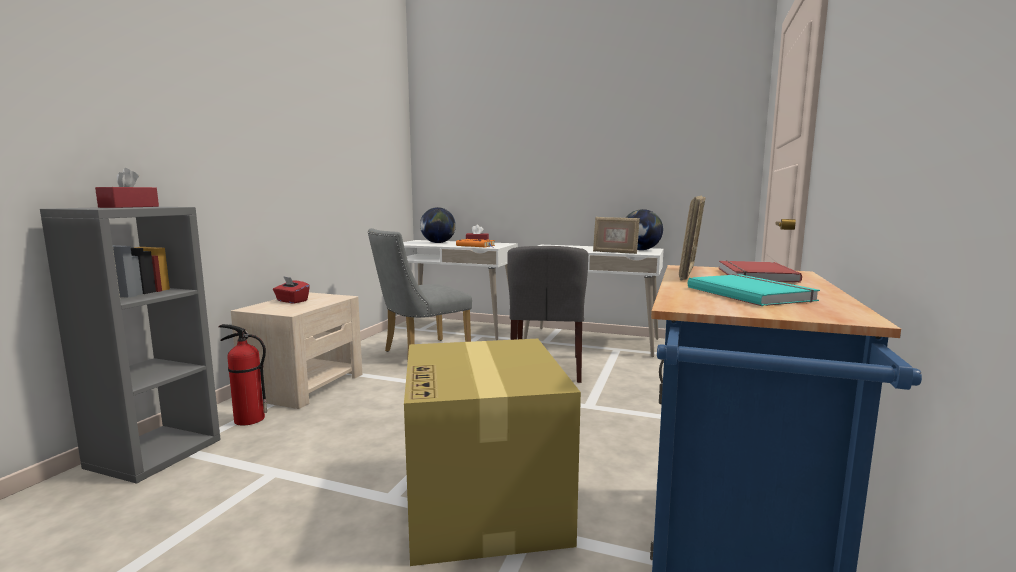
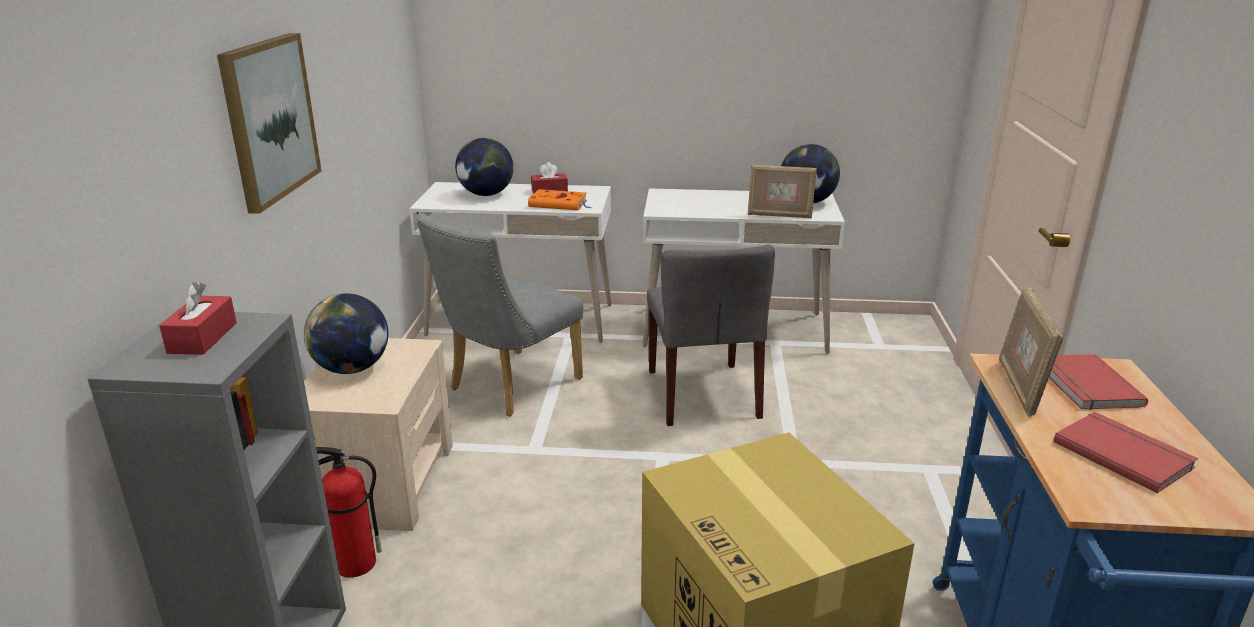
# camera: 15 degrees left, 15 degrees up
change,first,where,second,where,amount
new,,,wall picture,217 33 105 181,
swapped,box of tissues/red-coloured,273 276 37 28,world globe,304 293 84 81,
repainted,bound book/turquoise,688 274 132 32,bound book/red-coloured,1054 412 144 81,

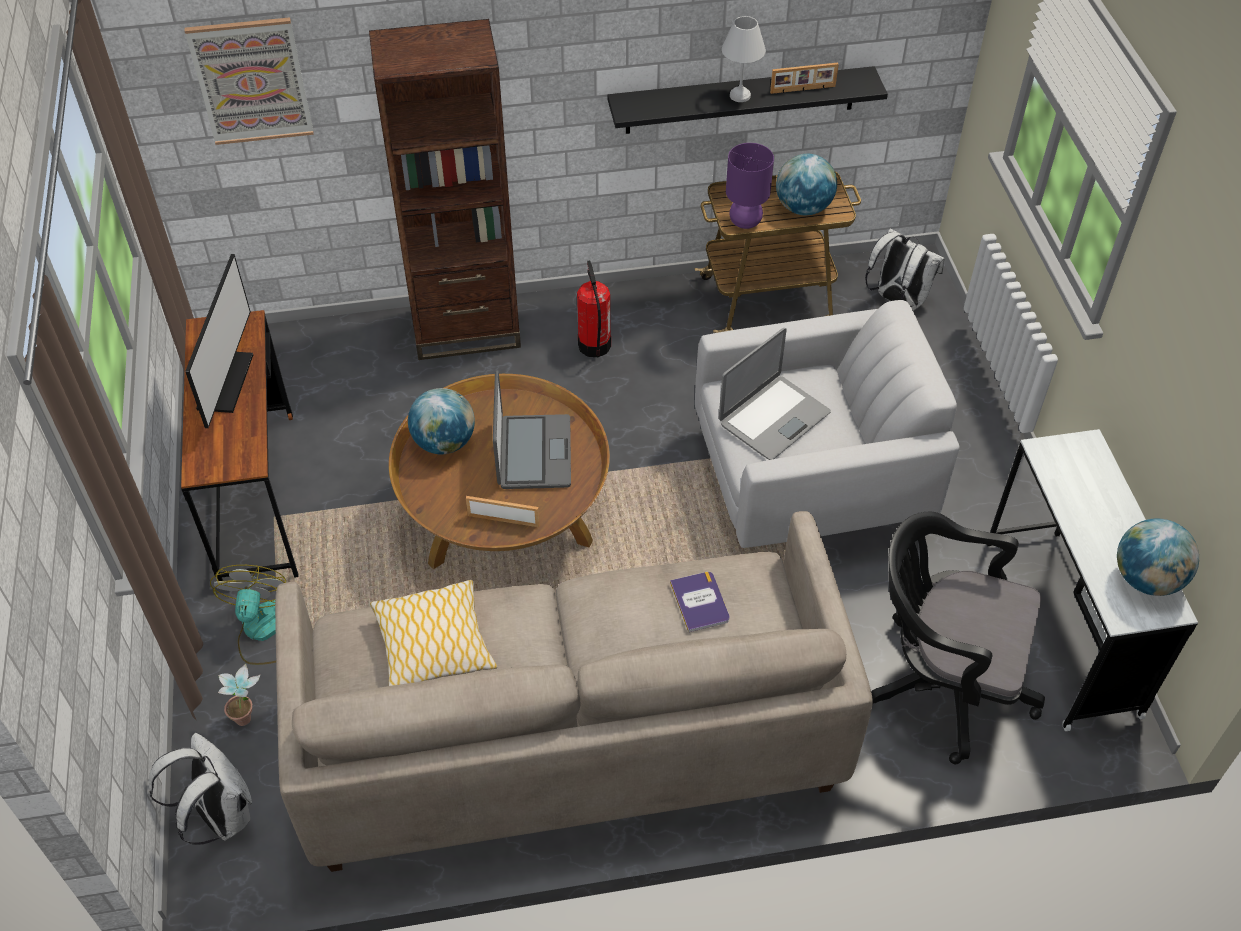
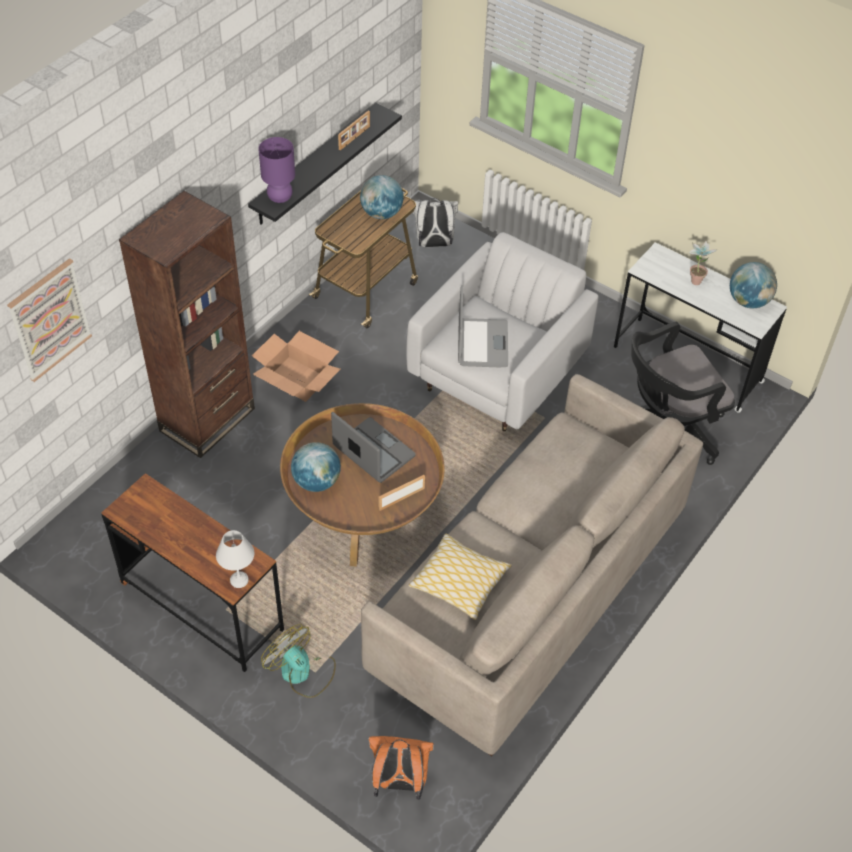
# camera: 45 degrees left, 0 degrees up
change,first,where,second,where,amount
shifted,tabletop lamp/whitish,722 16 44 86,,216 530 38 58,
swapped,extinguisher,577 260 34 97,cardboard box,252 331 88 71,
shifted,tabletop lamp/purple,726 143 48 86,,258 137 37 66,
repainted,backpack/whitish,149 733 103 112,backpack/orange-coloured,368 736 66 64,
shifted,houseplant,218 663 42 63,,689 241 29 44,
gone,monitor,185 254 68 174,,,
gone,bound book,670 572 59 60,,,

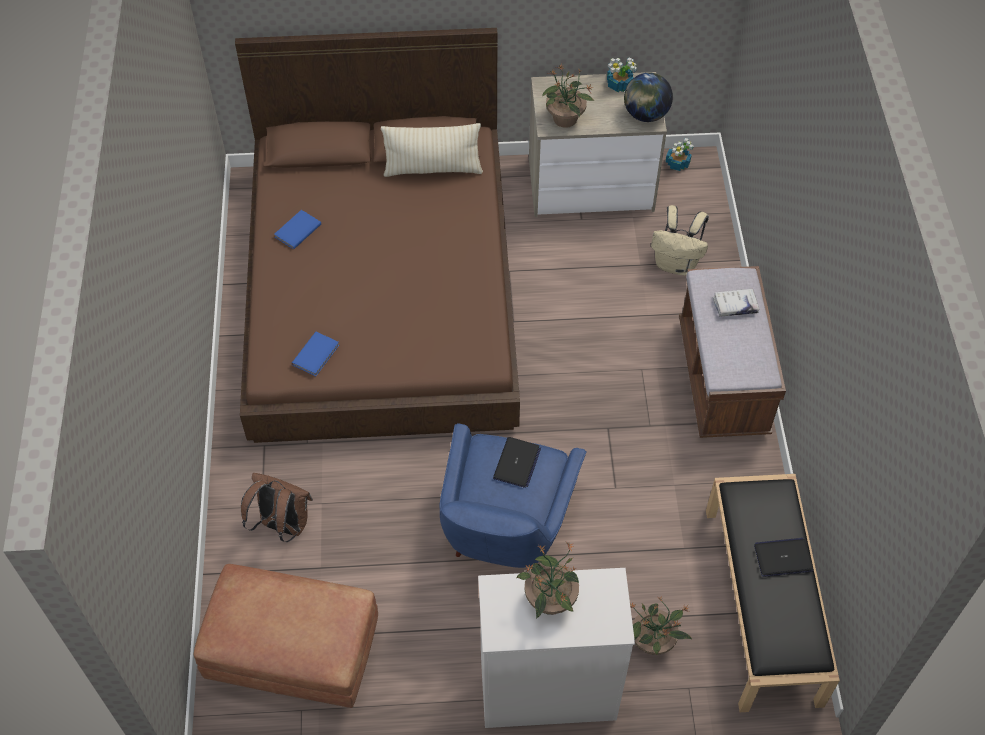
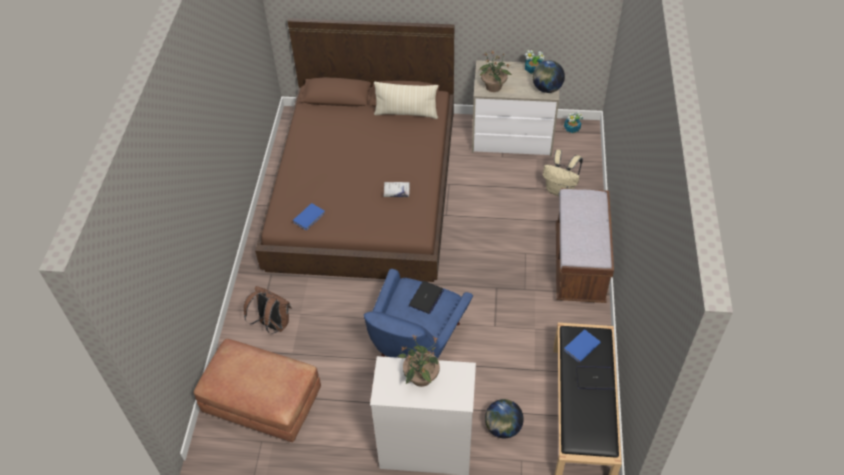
# camera: 10 degrees right, 5 degrees down
change,first,where,second,where,amount
shifted,bound book/whitish,713 289 46 28,,383 182 27 15,
swapped,houseplant,630 597 62 58,world globe,485 399 39 39,
shifted,bound book/blue,274 210 47 39,,564 329 37 34,

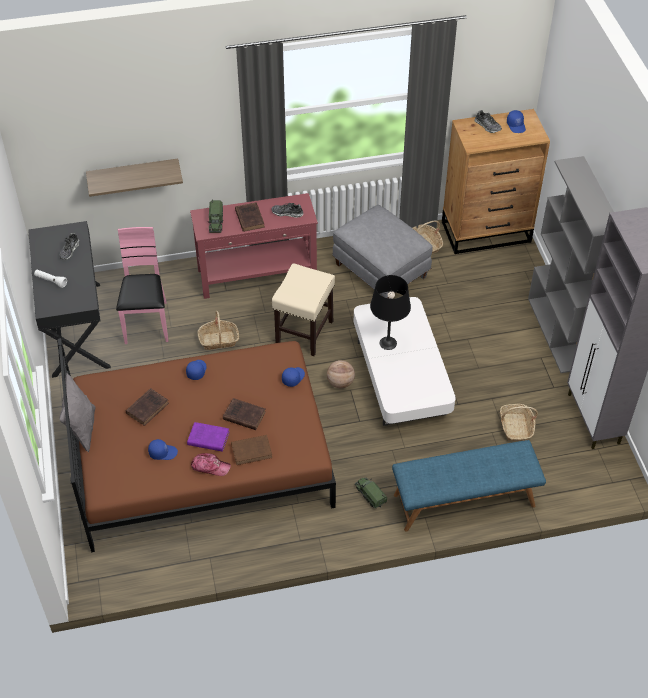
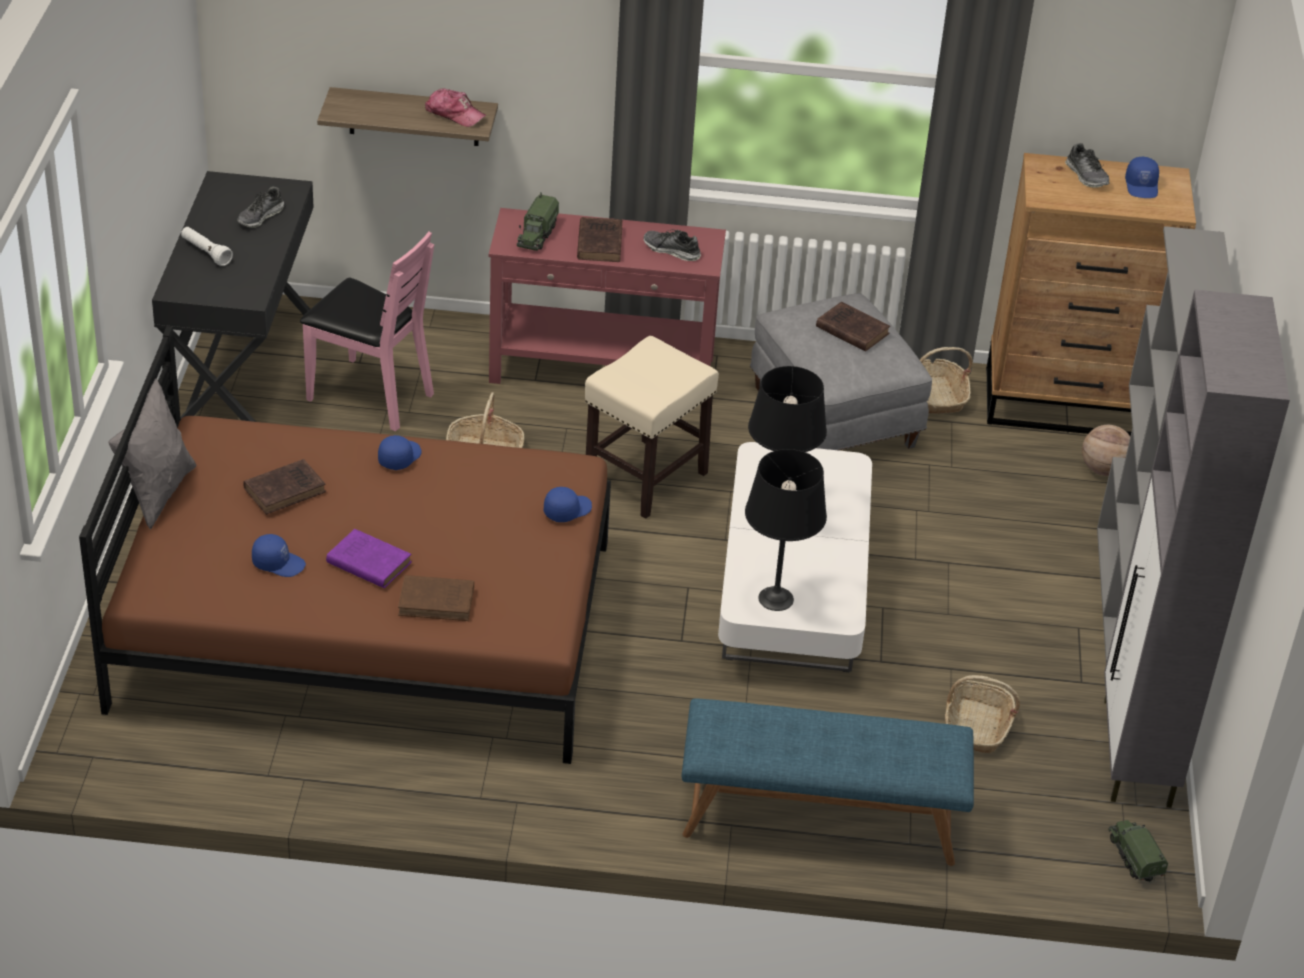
# camera: 15 degrees right, 10 degrees down
change,first,where,second,where,amount
rotated,chair/pink,116 227 52 117,,300 232 134 199,105 degrees clockwise
shifted,peaked cap,191 453 40 23,,425 89 61 38,
new,,,tabletop lamp/black-coloured,745 449 82 162,
shifted,bound book/brownish,223 398 43 32,,816 302 74 50,
shifted,basketball ball,327 360 28 28,,1082 425 48 51,
shifted,model truck,355 478 32 30,,1108 820 60 63,

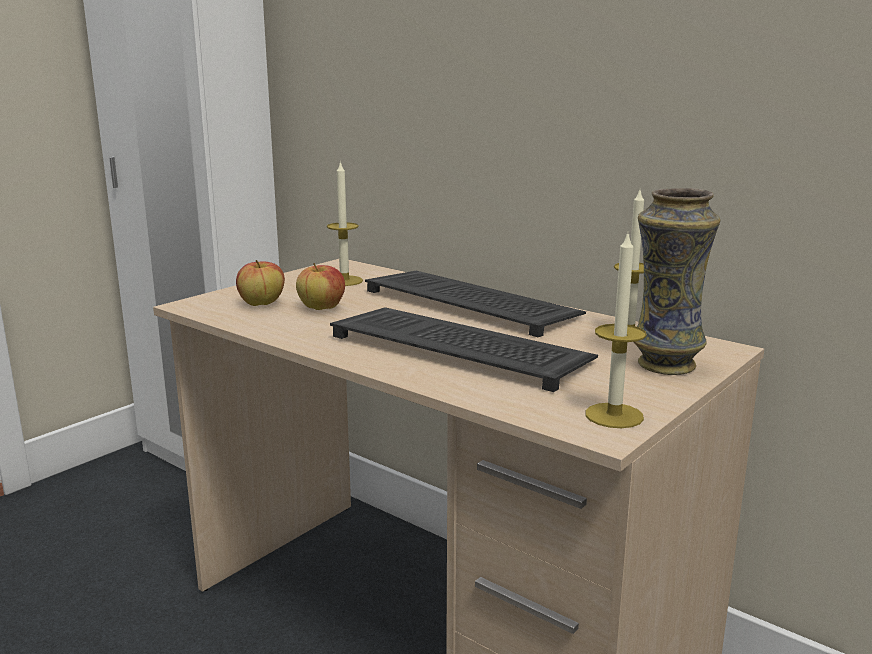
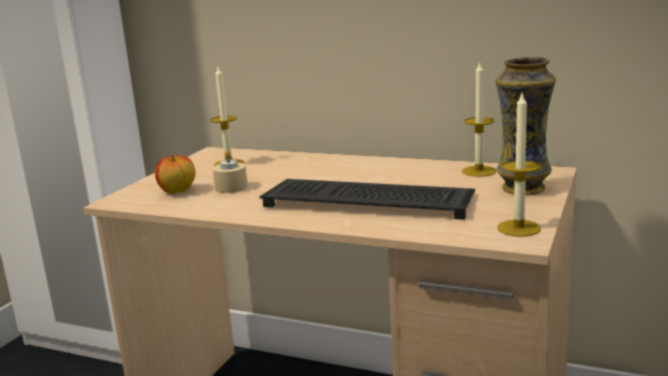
# camera: 15 degrees left, 0 degrees up
change,first,where,second,where,amount
swapped,apple fruit,296 263 49 47,wax candle/beige-coloured,213 150 35 43,
gone,PC keyboard,365 271 221 66,,,

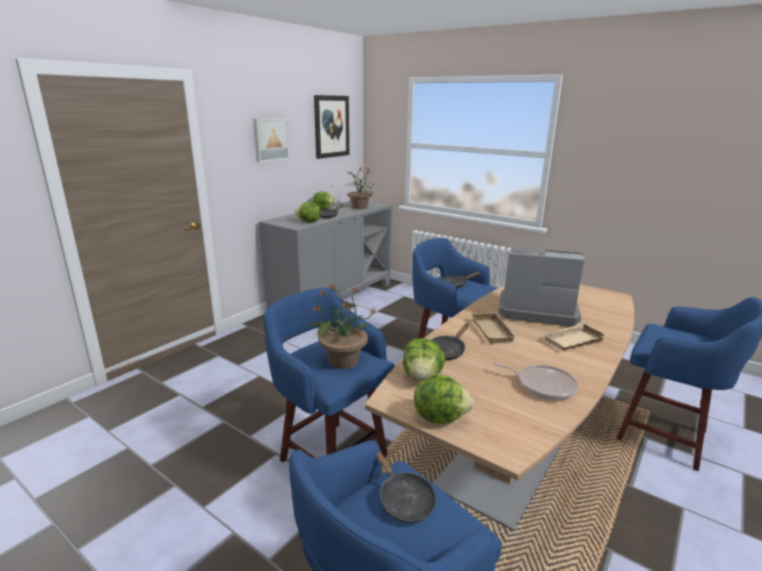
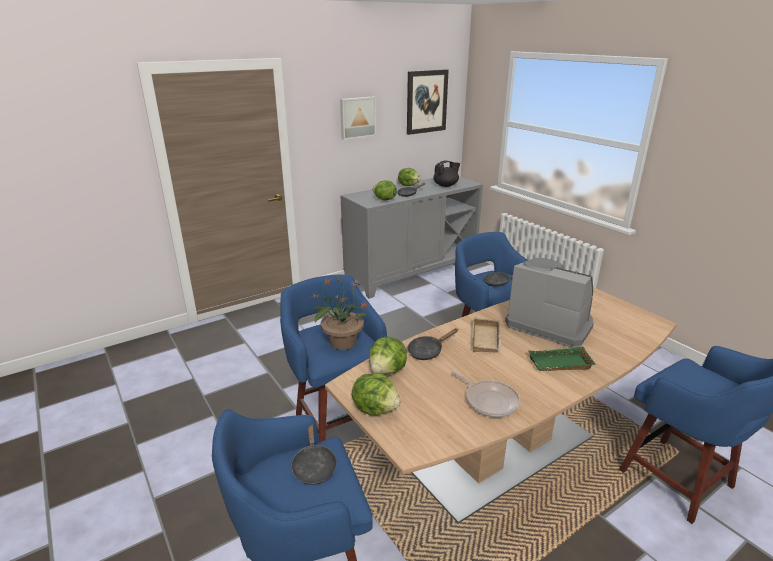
# camera: 20 degrees right, 5 degrees up
change,first,where,second,where,amount
swapped,houseplant,345 167 27 42,teapot/black-coloured,433 161 27 26,
repainted,serving tray/beige-coloured,543 322 64 28,serving tray/greenish,529 346 66 25,

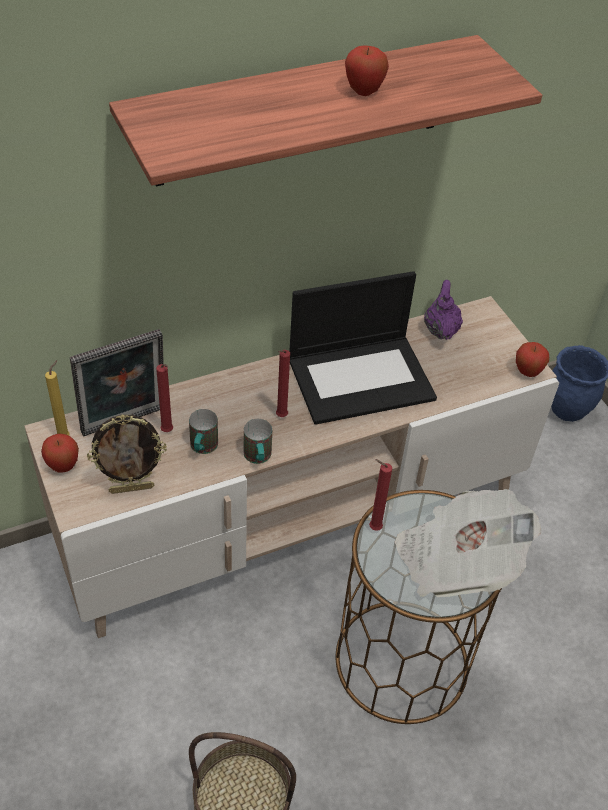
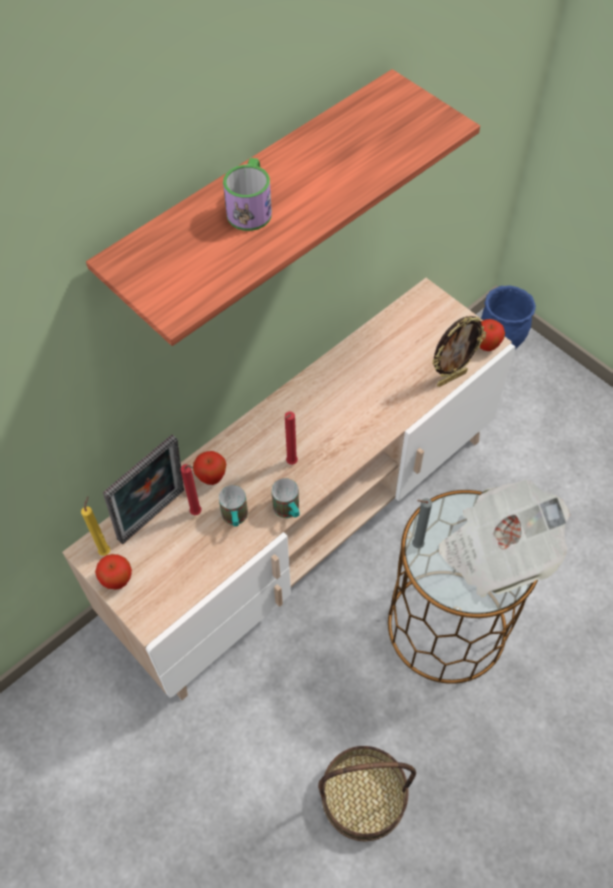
# camera: 15 degrees left, 10 degrees up
change,first,where,second,where,amount
shifted,apple fruit,345 45 44 51,,193 451 33 34,
new,,,coffee mug,223 158 49 73,
repainted,wax candle/red-coloured,369 459 23 72,wax candle/grey,412 498 20 50,
shifted,standing frame,87 414 80 80,,432 316 54 71,
gone,notebook computer,289 271 148 154,,,
gone,teapot/purple,424 280 39 60,,,

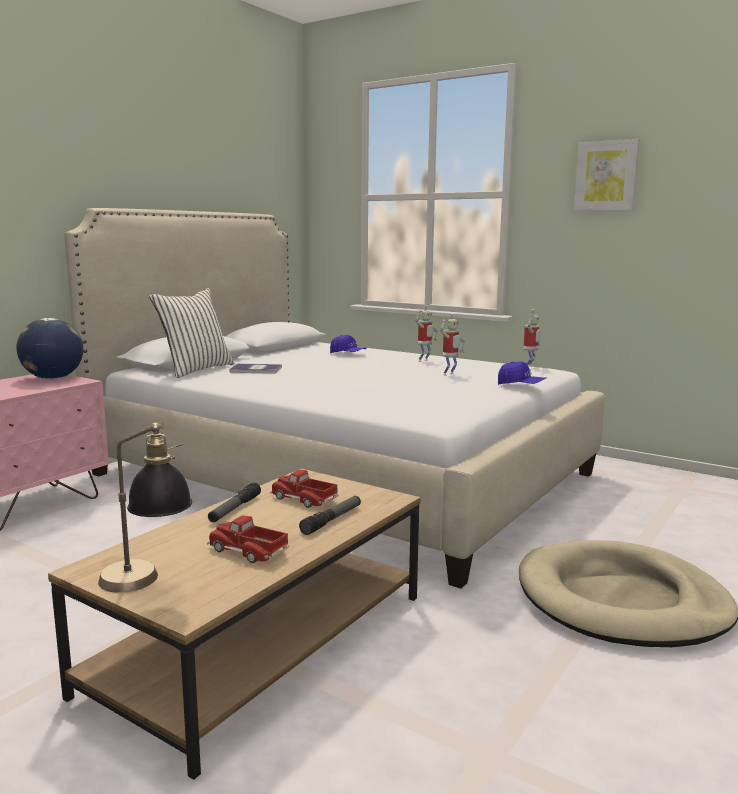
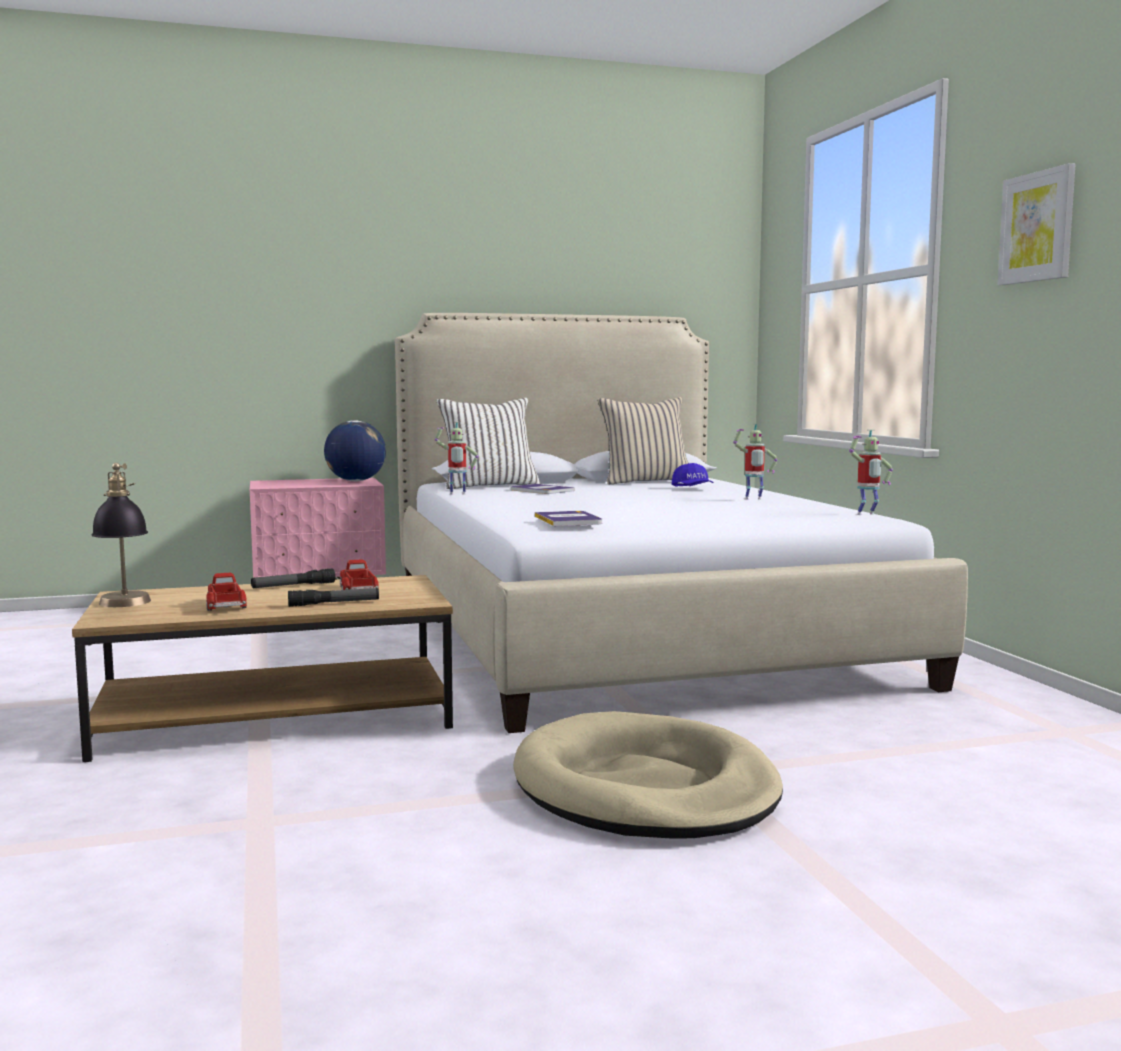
# camera: 40 degrees right, 5 degrees down
change,first,where,second,where,amount
shifted,model robot,440 314 25 62,,435 422 44 73,
new,,,bound book,535 511 67 15,
new,,,throw pillow/beige-coloured,597 397 92 87,
gone,peaked cap/blue,498 361 48 24,,,

